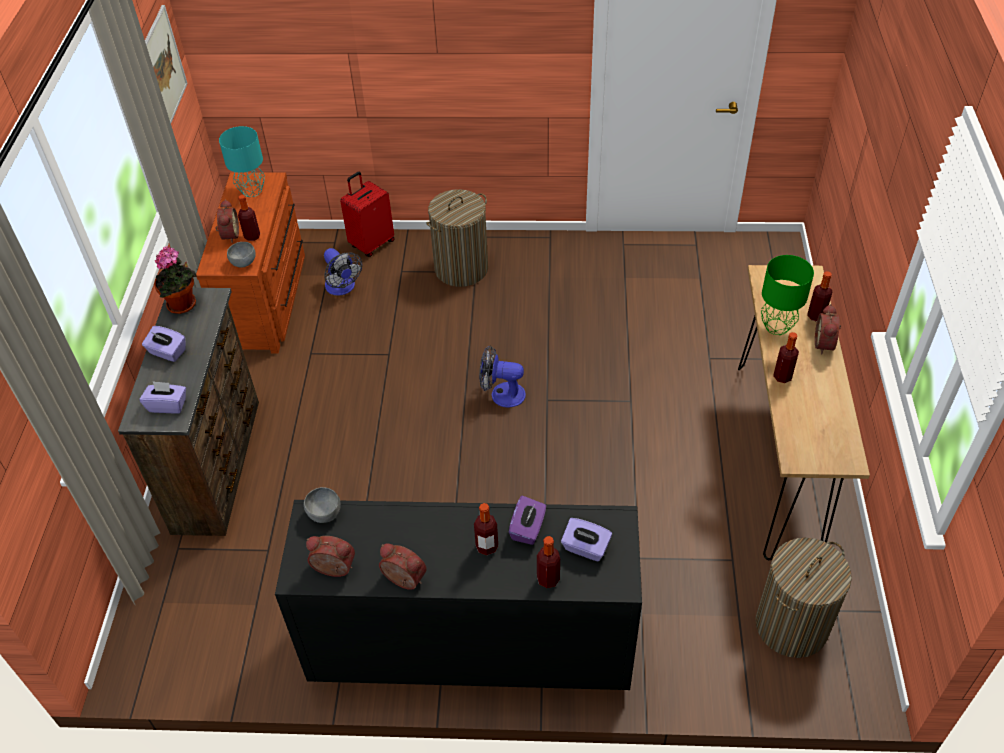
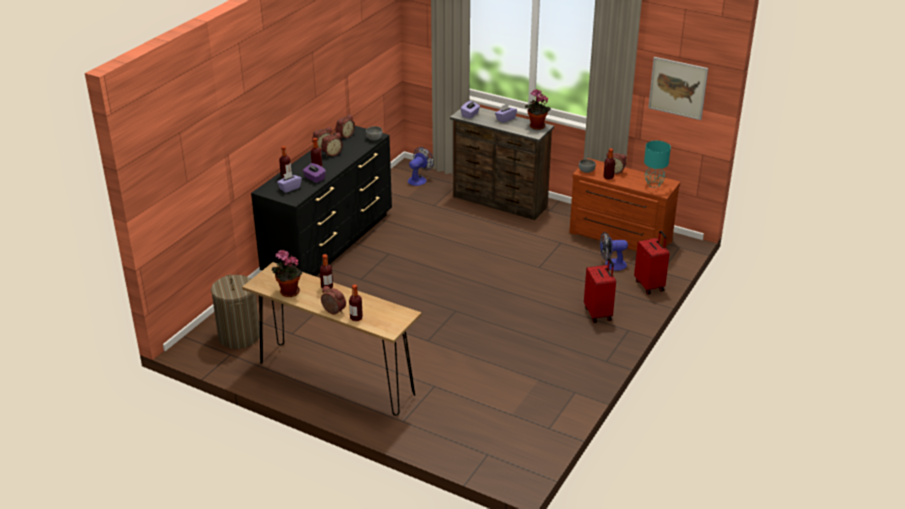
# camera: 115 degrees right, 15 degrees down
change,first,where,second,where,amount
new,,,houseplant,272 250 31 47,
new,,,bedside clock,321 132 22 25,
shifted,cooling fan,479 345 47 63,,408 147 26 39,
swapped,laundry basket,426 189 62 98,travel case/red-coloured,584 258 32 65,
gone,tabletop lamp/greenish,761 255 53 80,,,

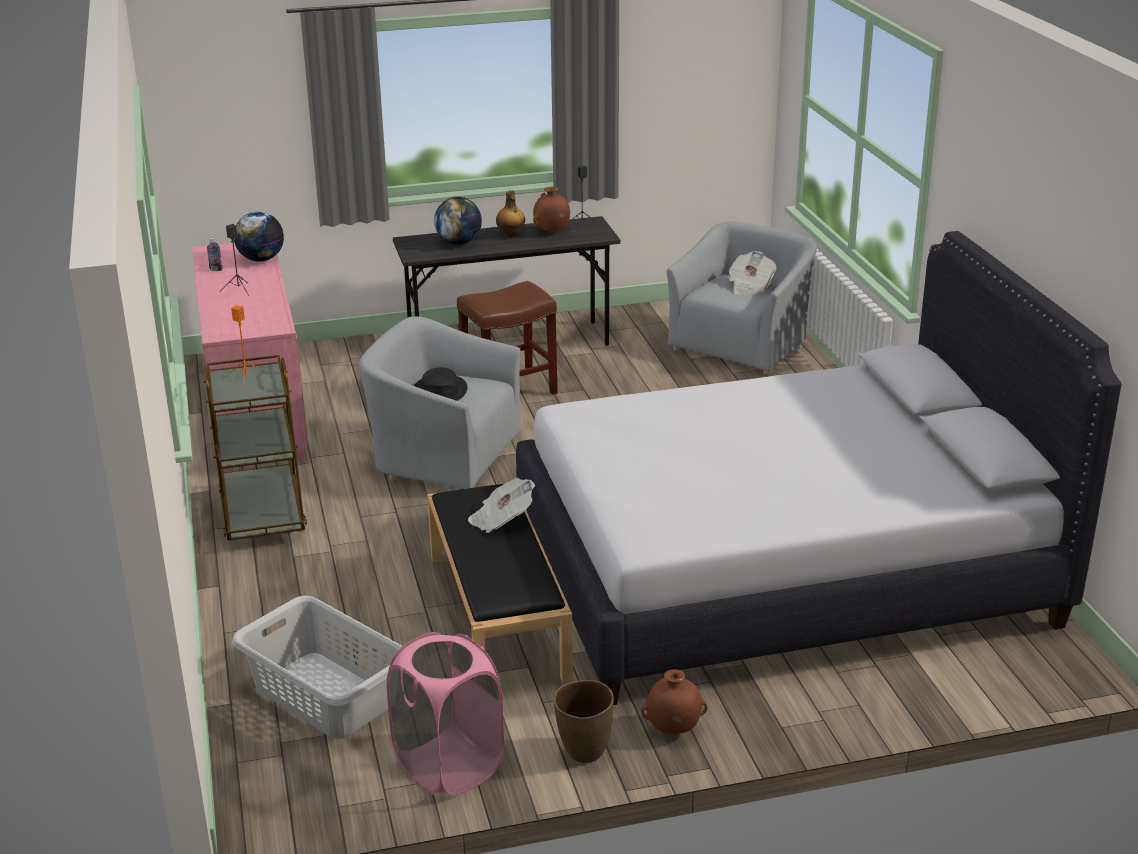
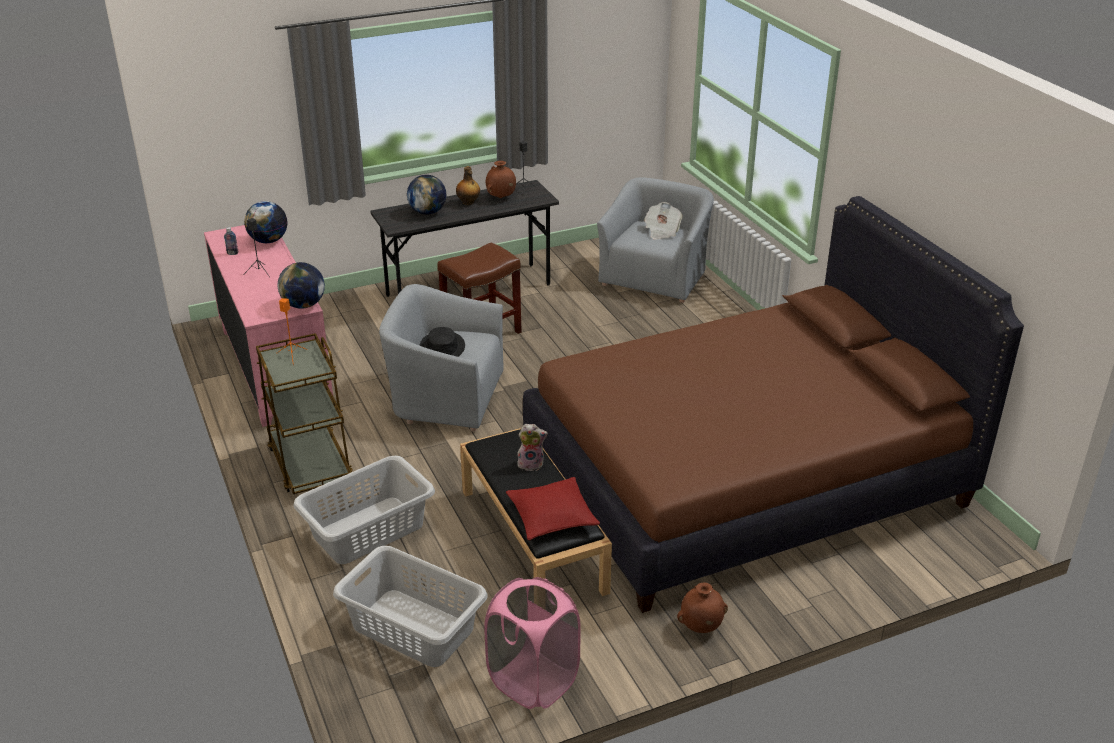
# camera: 10 degrees left, 5 degrees up
change,first,where,second,where,amount
new,,,world globe,278 262 47 47,
new,,,laundry basket/grey,293 456 142 108,
new,,,throw pillow/red-coloured,506 477 94 63,
swapped,daily paper,468 478 67 55,soft toy,517 424 31 47,
repainted,bed/whitish,516 231 606 474,bed/brownish,523 196 501 417,
gone,decorative vase/brownish,554 680 60 83,,,

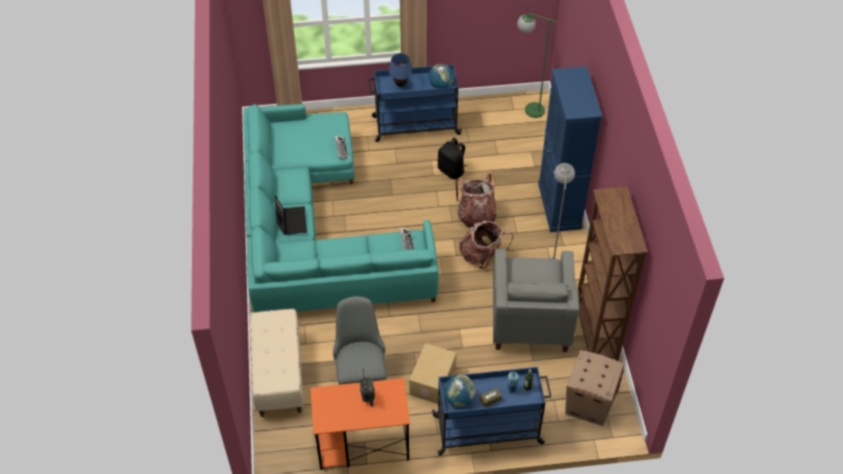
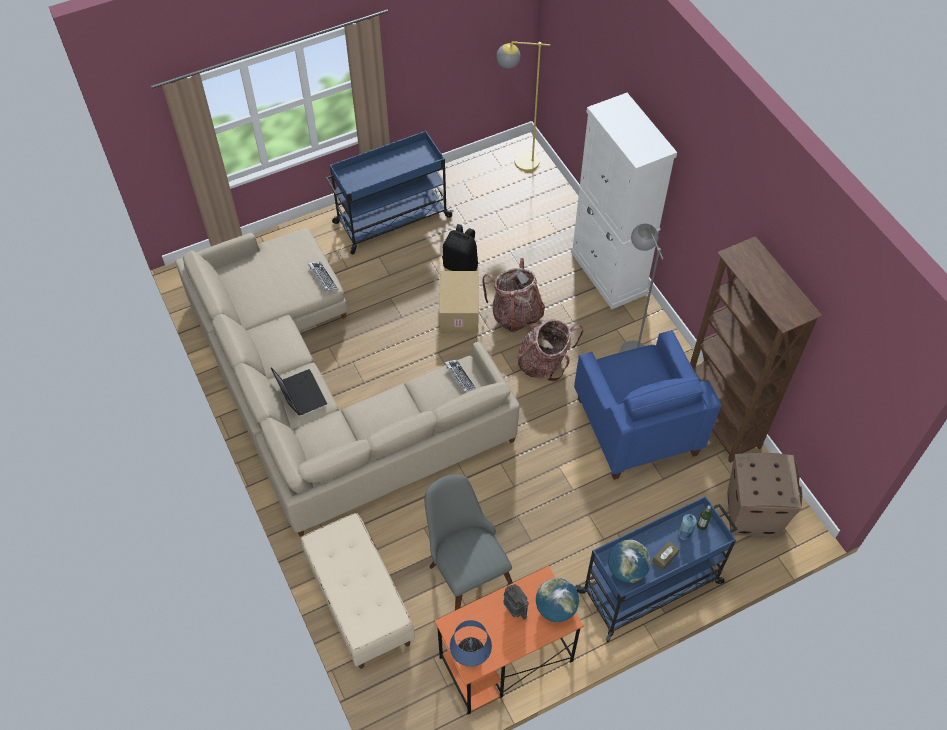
# camera: 20 degrees left, 5 degrees up
change,first,where,second,where,amount
repainted,couch/turquoise,243 104 196 208,couch/beige-coloured,175 228 345 309,
shifted,cardboard box,409 343 48 61,,439 271 39 62,
shifted,tabletop lamp/blue,389 53 24 34,,450 620 42 47,
repainted,standing lamp/greenish,517 13 40 105,standing lamp/yellowish,497 41 53 130,
shifted,world globe,429 64 25 25,,536 578 43 44,
repainted,storage cabinet/blue,538 66 64 166,storage cabinet/whitish,571 93 106 216,
repainted,armchair/grey,493 249 86 103,armchair/blue,574 330 147 150,

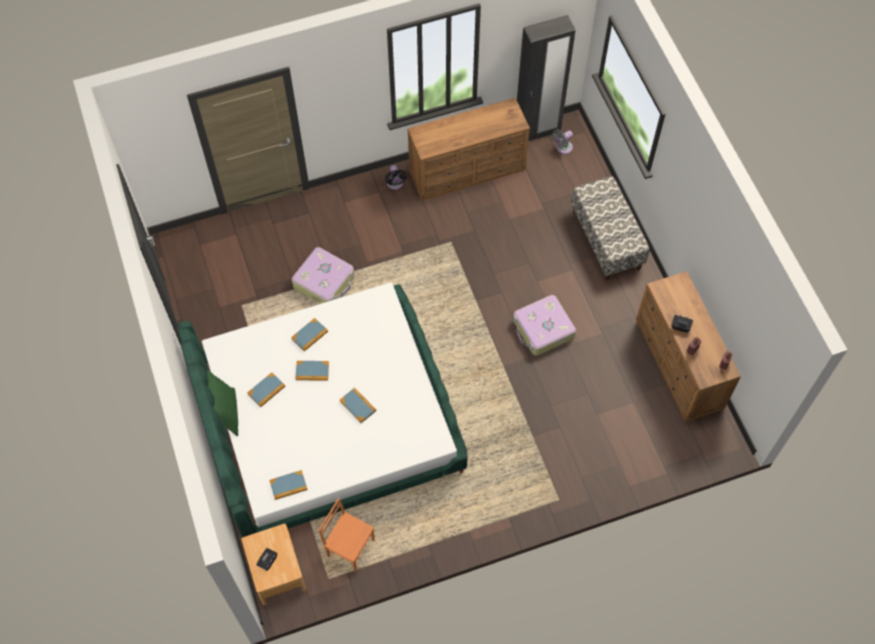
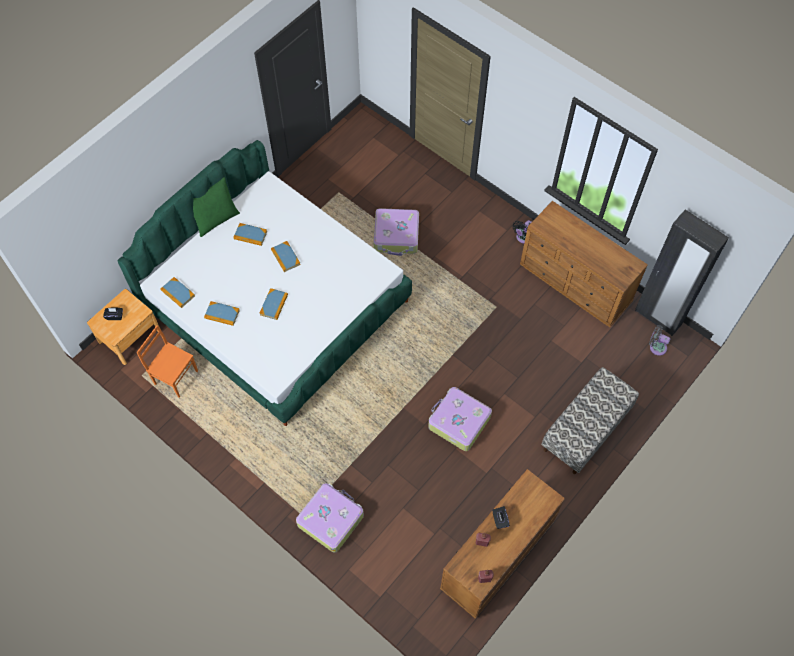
# camera: 60 degrees right, 0 degrees up
change,first,where,second,where,amount
rotated,chair/orange-coloured,318 498 57 74,,137 325 61 73,60 degrees counterclockwise
shifted,bound book,291 318 37 34,,204 301 36 25,
new,,,travel case,296 483 68 70,

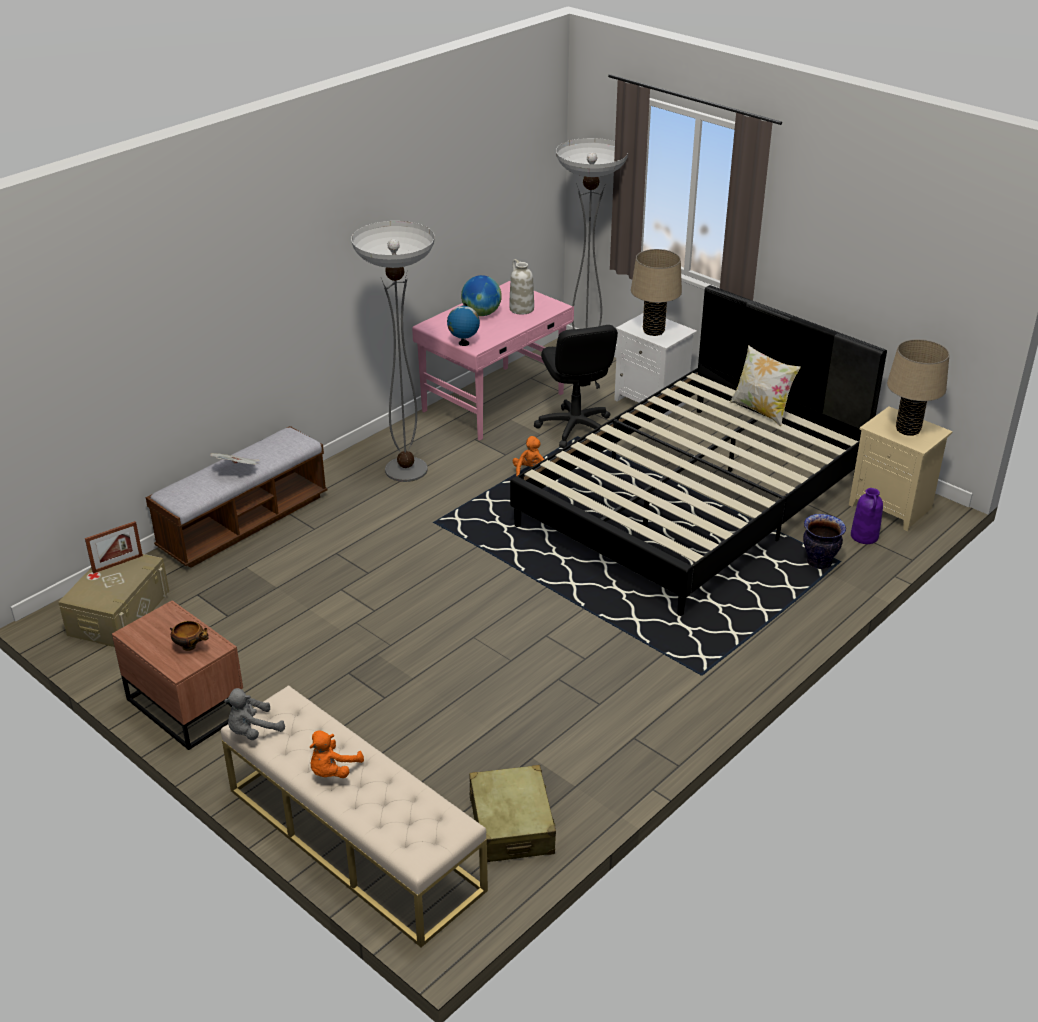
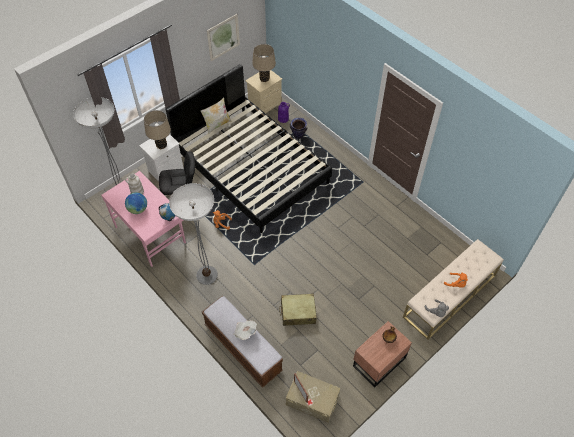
# camera: 85 degrees left, 20 degrees up
change,first,where,second,where,amount
new,,,wall picture,207 14 33 47,
shifted,travel case/beige-coloured,469 765 87 97,,279 293 38 33,

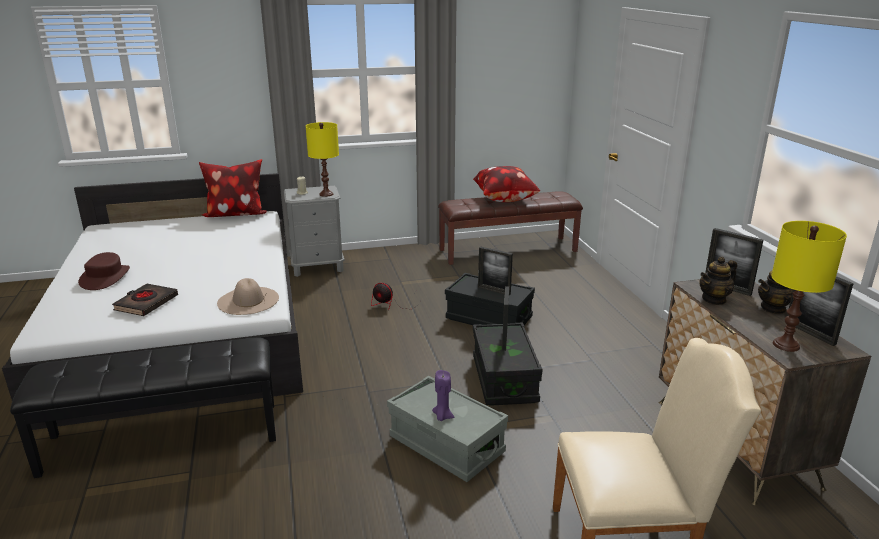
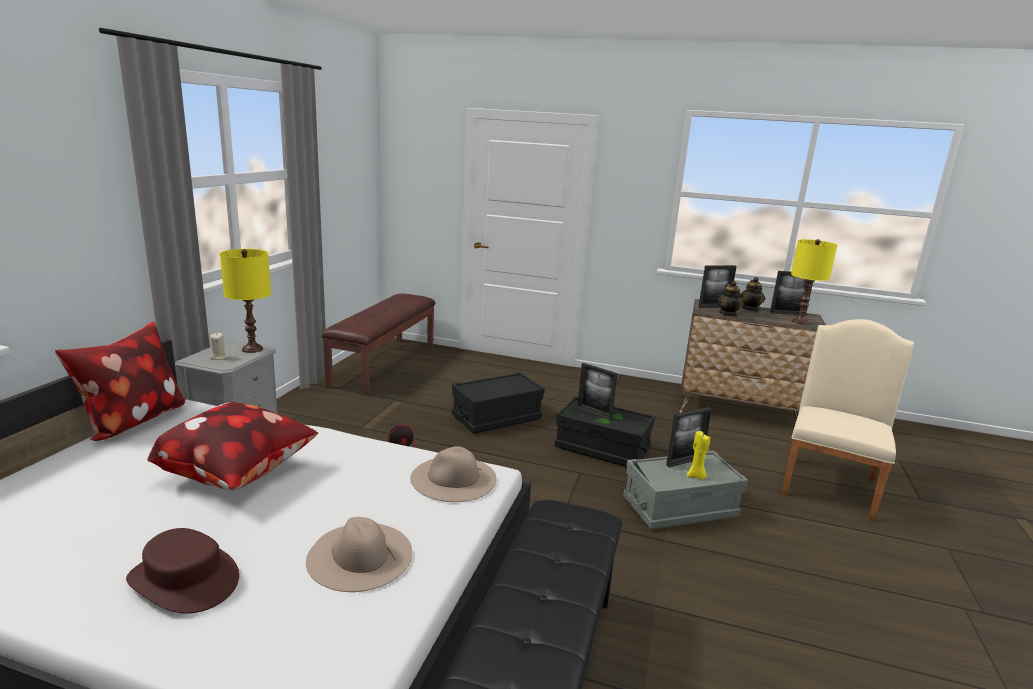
# camera: 60 degrees left, 5 degrees down
change,first,where,second,where,amount
shifted,throw pillow,473 166 67 36,,147 402 171 88,
swapped,bound book/black-coloured,112 284 66 32,clothing hat/beige-coloured,306 517 106 75,
shifted,standing frame,478 247 35 48,,666 407 46 60,
repainted,wax candle/purple,432 370 22 51,wax candle/yellowish,687 431 23 49,

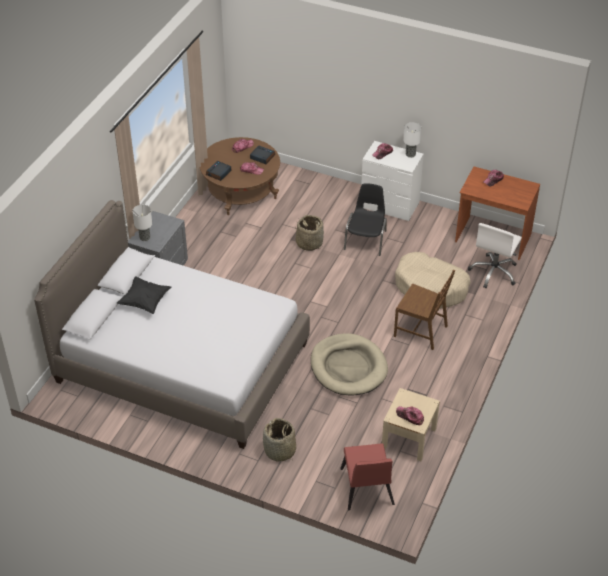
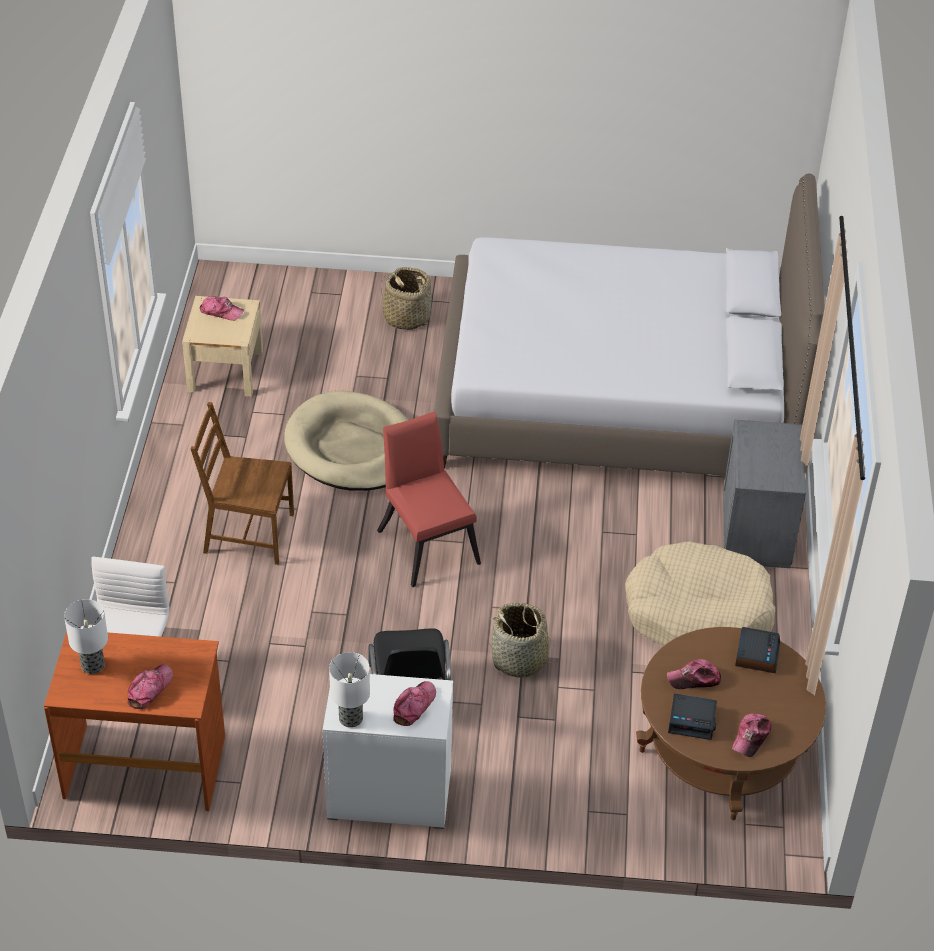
# camera: 160 degrees right, 0 degrees up
change,first,where,second,where,amount
shifted,tabletop lamp,132 205 20 36,,64 599 44 75,
shifted,chair/red-coloured,340 443 55 67,,377 412 104 175,
shifted,dog bed/beige-coloured,395 252 76 57,,625 541 150 105,
gone,throw pillow/black-coloured,117 276 54 38,,,

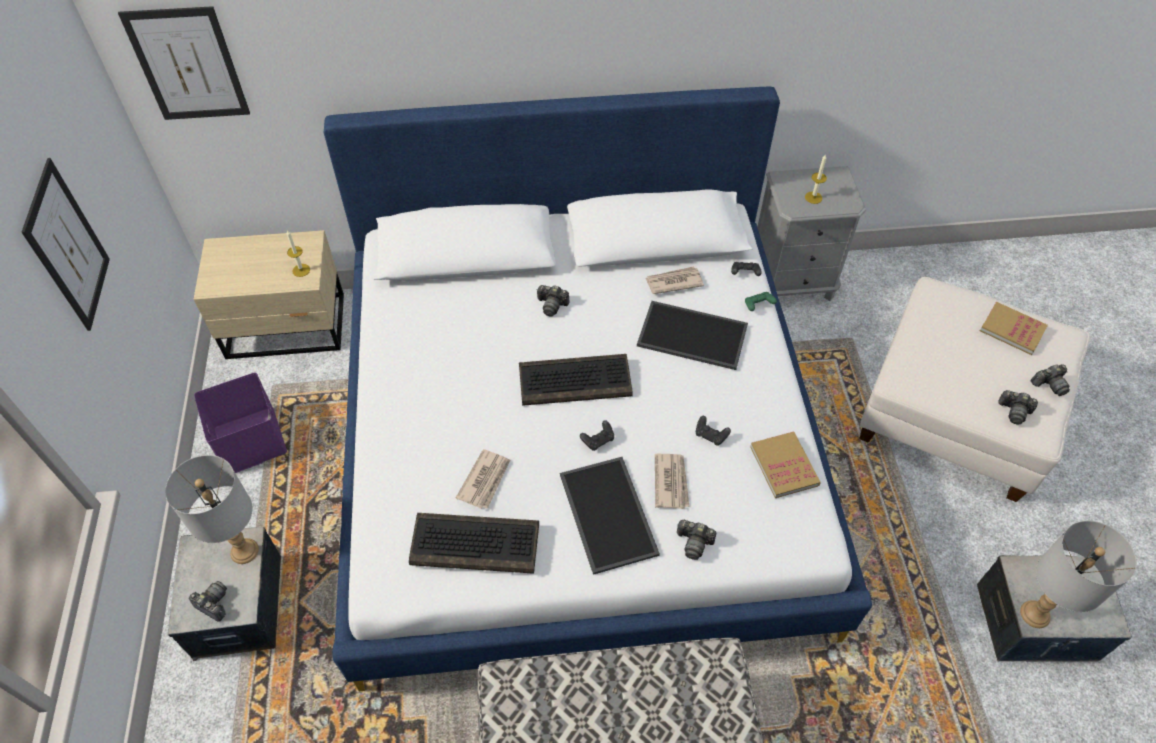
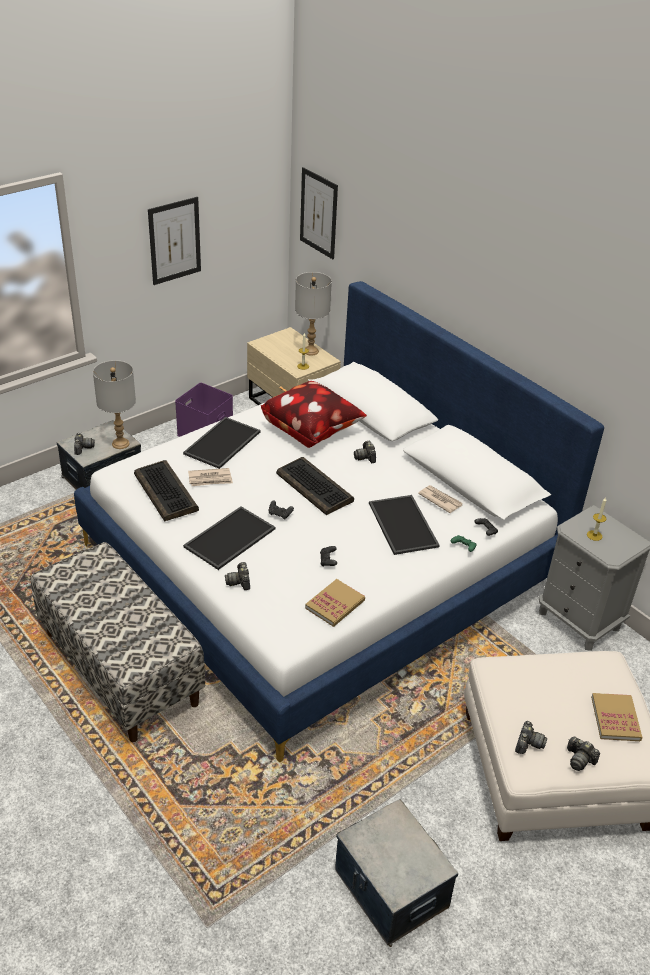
# camera: 55 degrees right, 15 degrees down
change,first,where,second,where,amount
new,,,serving tray,183 417 78 52,
new,,,throw pillow,261 381 106 67,
shifted,tabletop lamp/grey,1020 521 117 107,,295 272 37 83,
rotated,still camera,998 390 40 34,,515 721 32 33,150 degrees counterclockwise
gone,daily paper,655 454 34 55,,,

